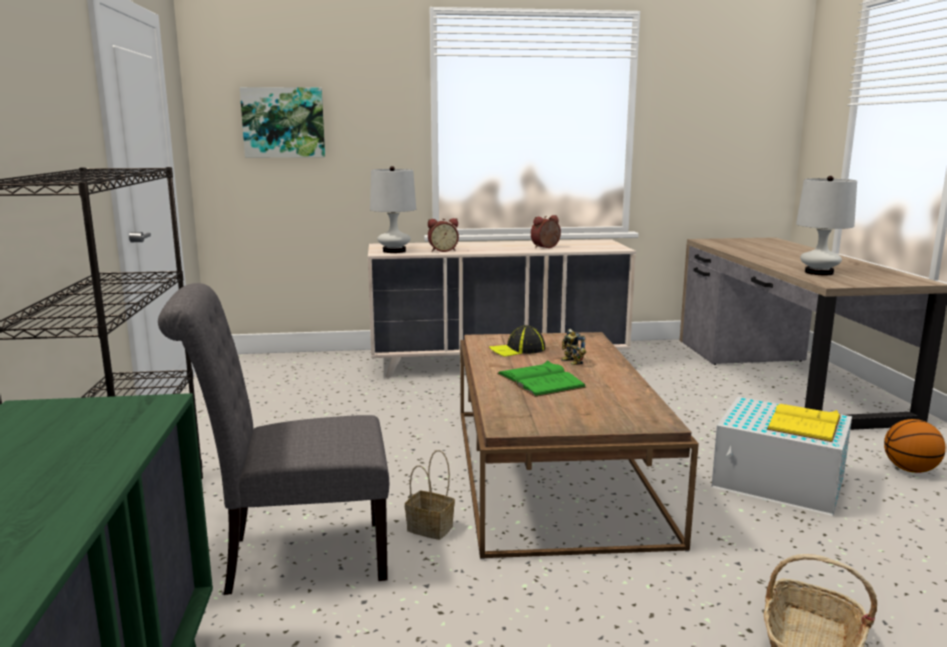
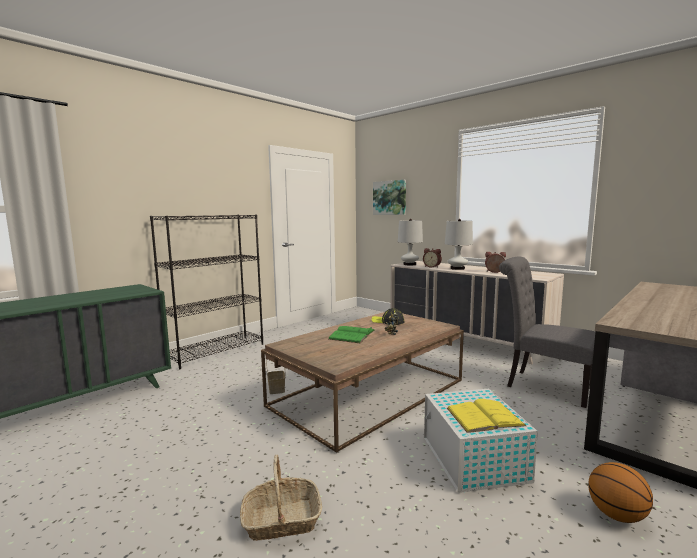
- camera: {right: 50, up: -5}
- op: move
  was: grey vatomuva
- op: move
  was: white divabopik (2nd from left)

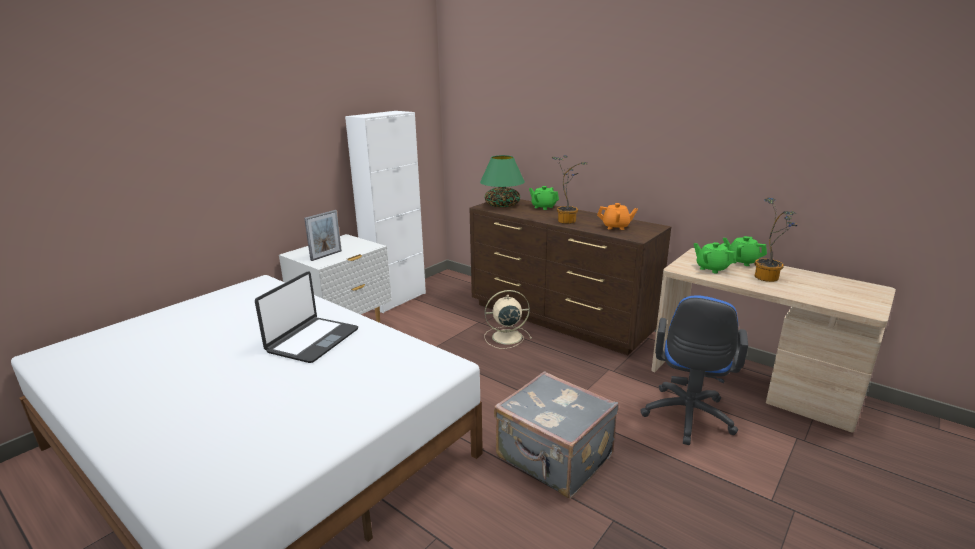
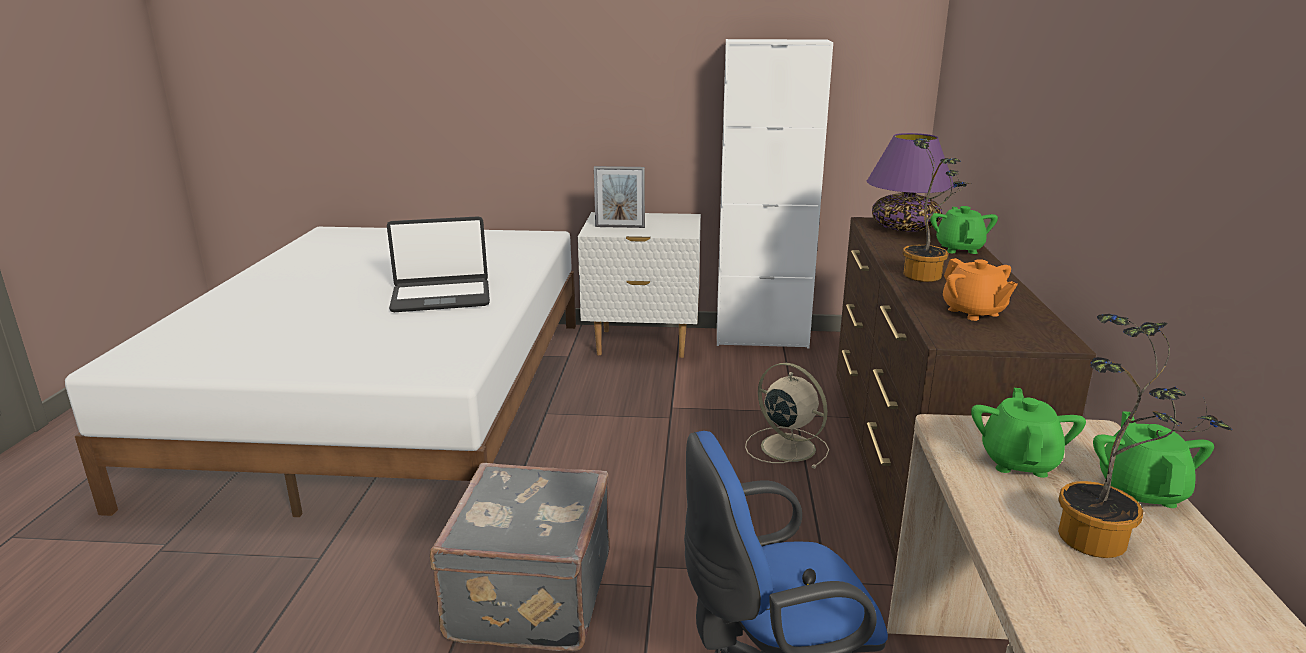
- camera: {right: 55, up: 0}
- op: recolor
  was: green divabopik
  now: purple divabopik

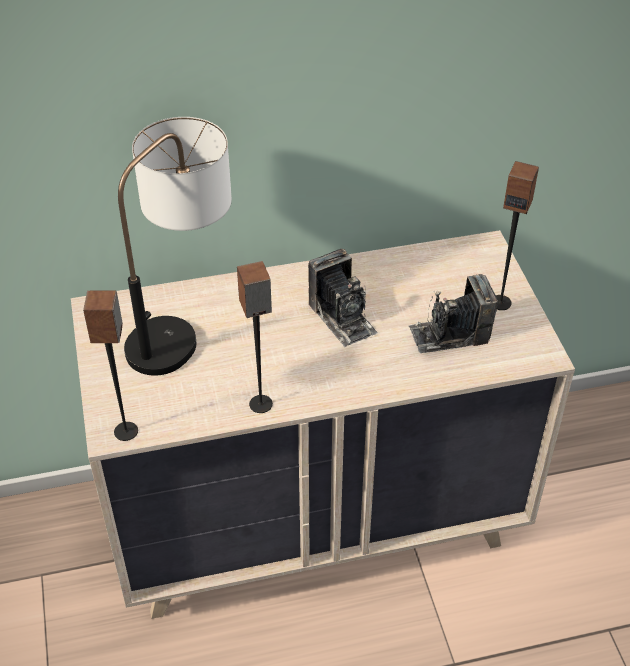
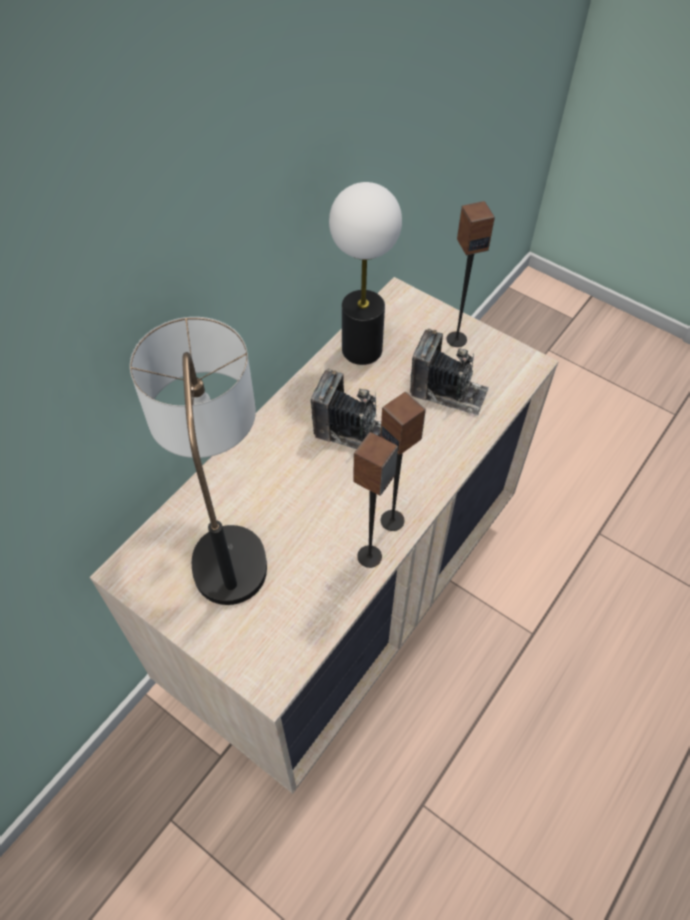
- camera: {right: -40, up: 10}
- op: insert
  now: divabopik (2nd from left)
- op: move
  was: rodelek (1st from left in the first image)
  now: rodelek (2nd from left)
- op: rotate
  was: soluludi (2nd from left)
  clockwise: -105

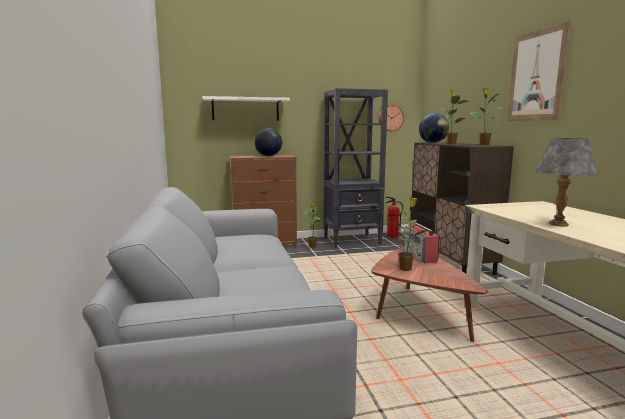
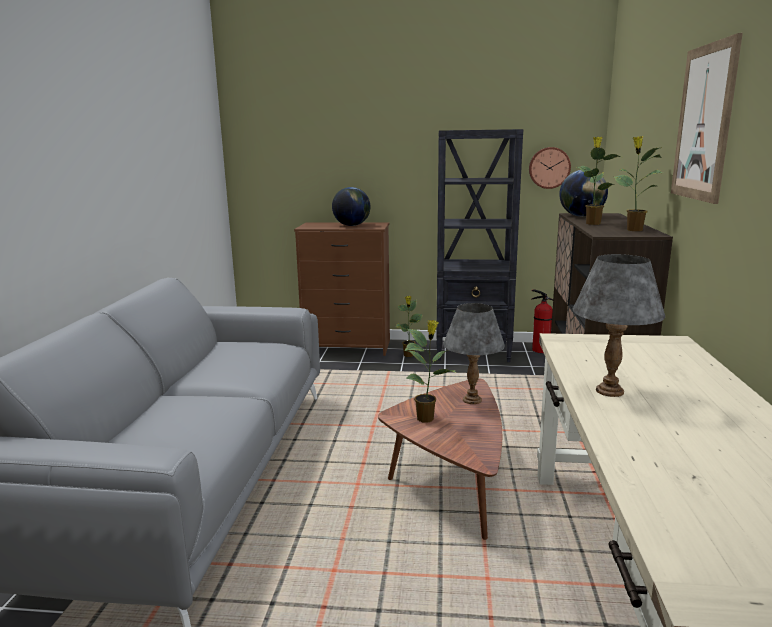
- camera: {right: 20, up: 5}
- op: delete
  was: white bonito
- op: replace
  was: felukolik
  now: grey divabopik (1st from left)

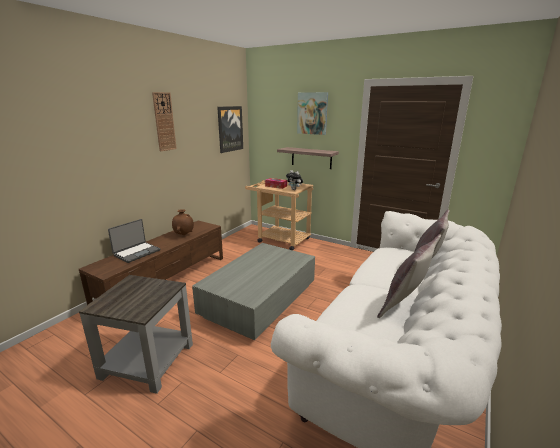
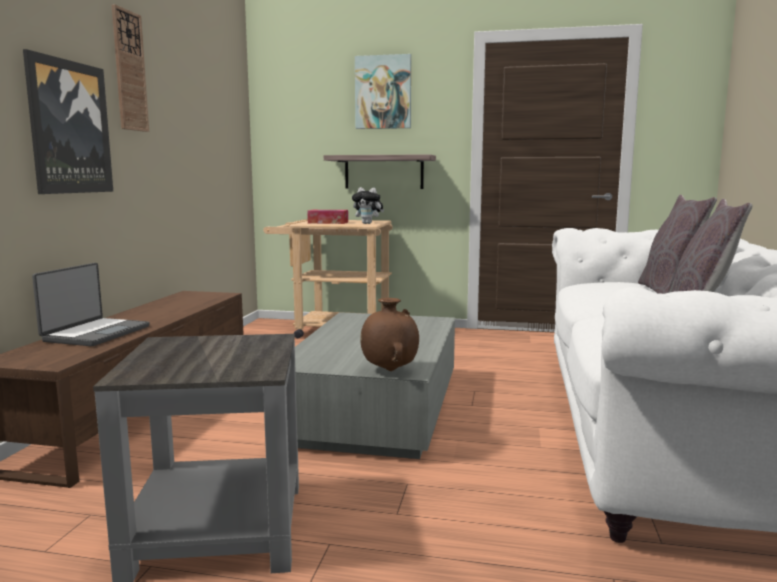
- camera: {right: -20, up: -10}
- op: move
  was: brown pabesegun
- op: move
  was: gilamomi (1st from left)

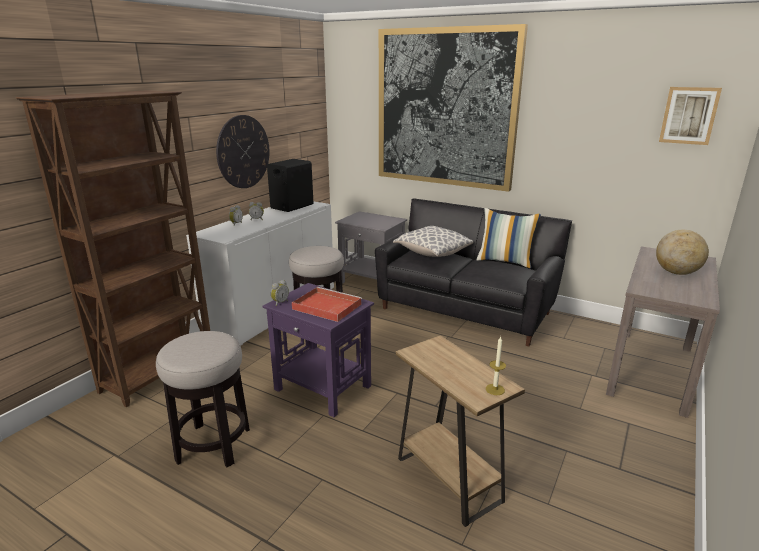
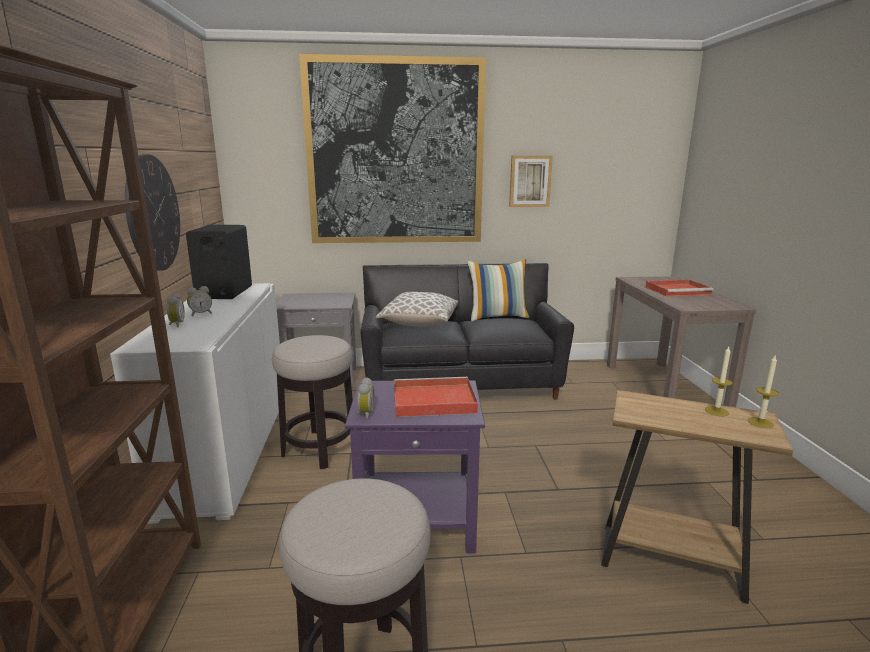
- camera: {right: -35, up: -5}
- op: insert
  now: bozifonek (1st from left)
- op: move
  was: gilamomi (2nd from left)
- op: replace
  was: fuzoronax
  now: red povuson (2nd from left)

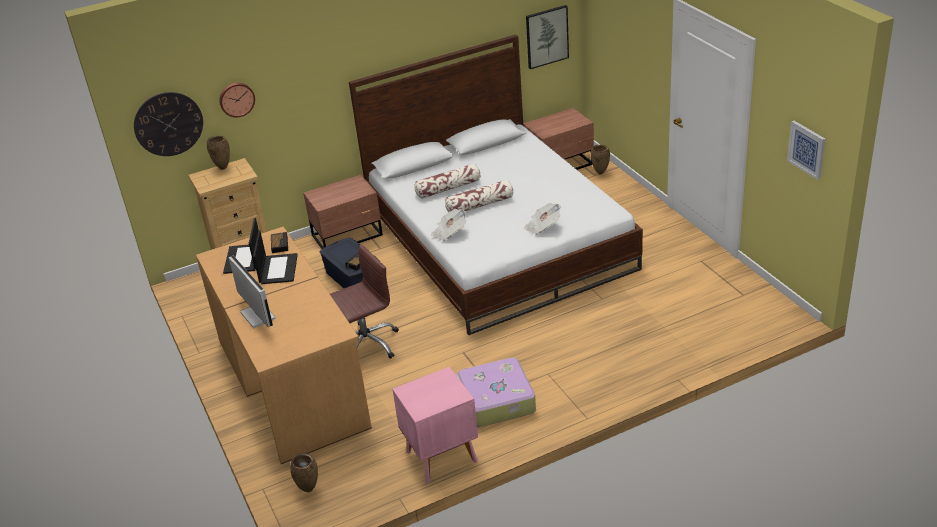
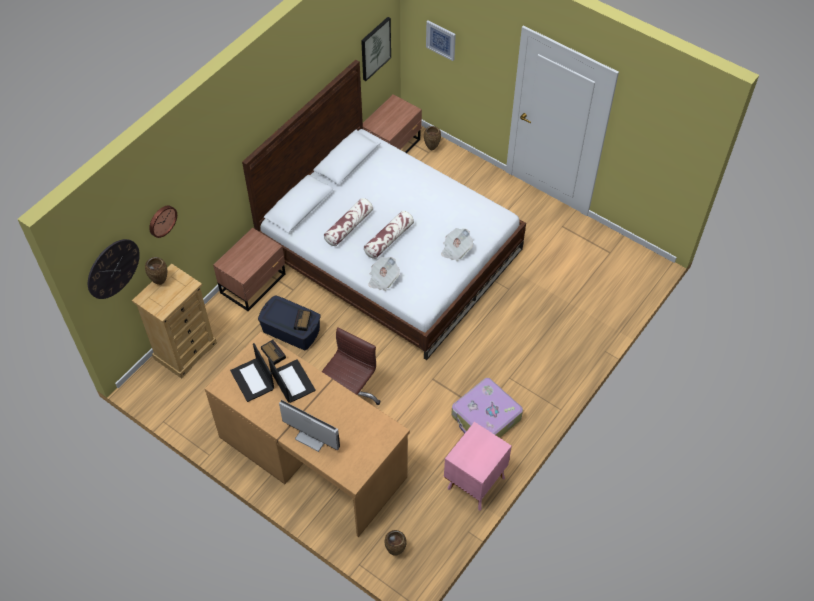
- camera: {right: -30, up: 20}
- op: move
  was: gilamomi (2nd from left)

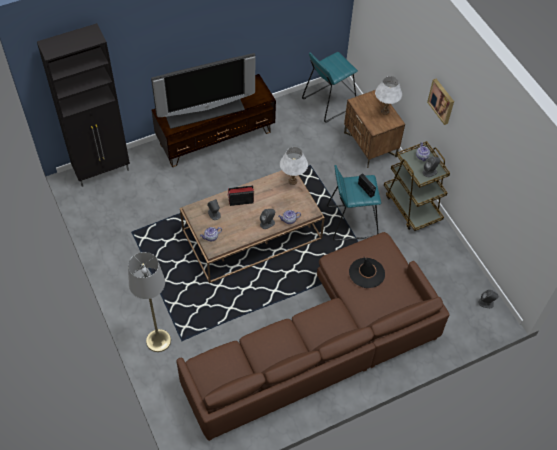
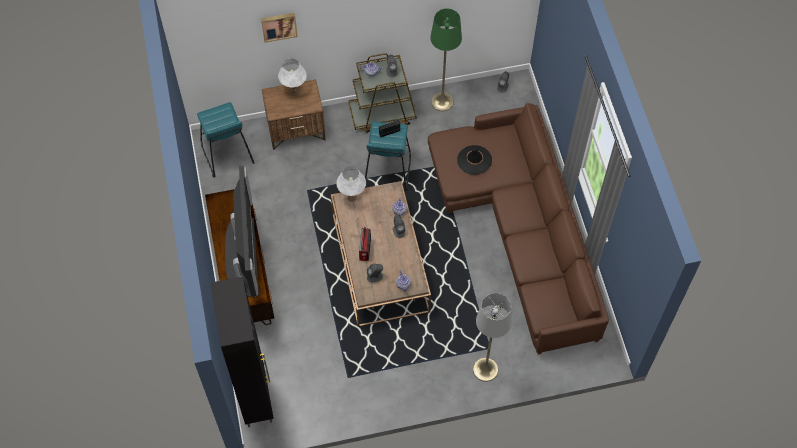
- camera: {right: -75, up: 5}
- op: insert
  now: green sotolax
- op: move
  was: gilamomi

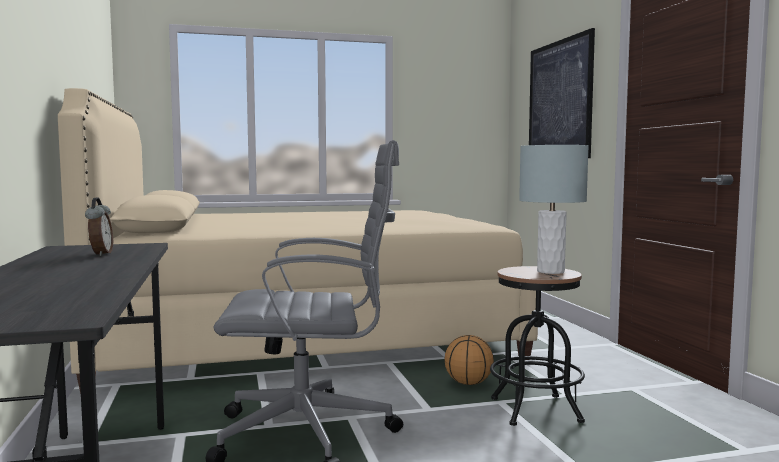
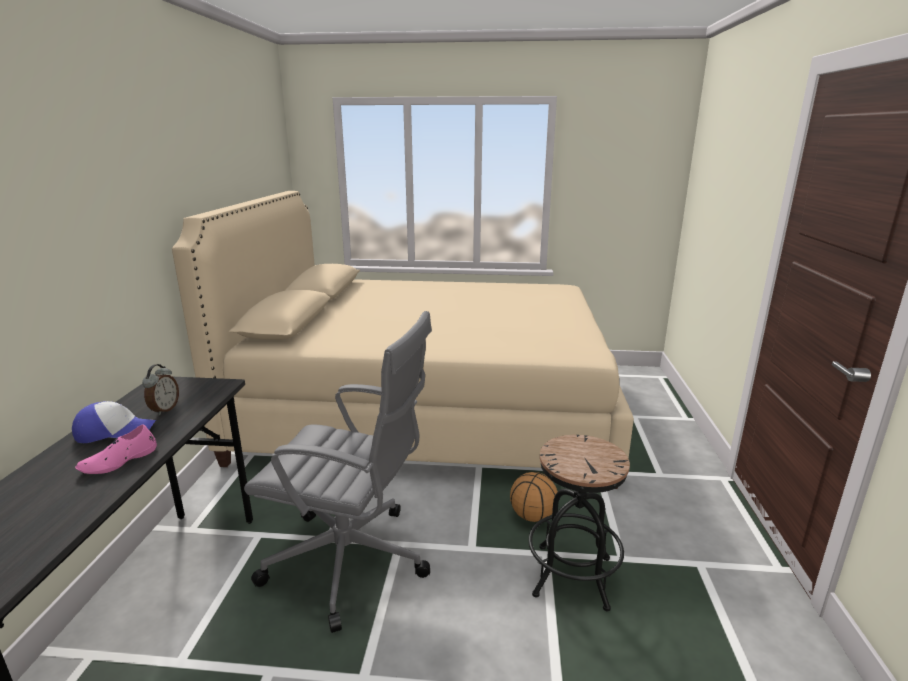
- camera: {right: 20, up: 15}
- op: delete
  was: grey divabopik
- op: delete
  was: gilamomi
- op: insert
  now: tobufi
- op: insert
  now: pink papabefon

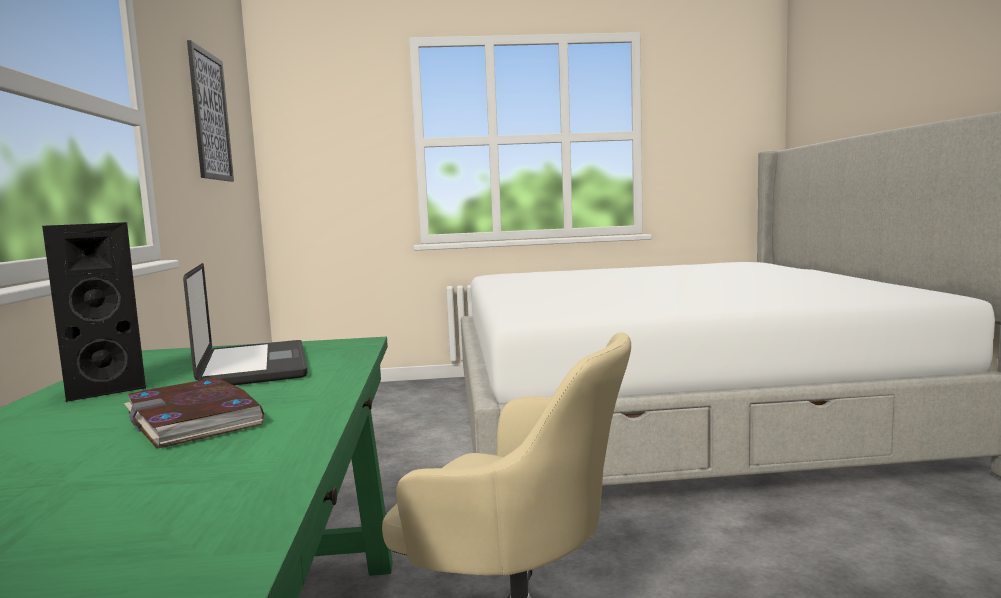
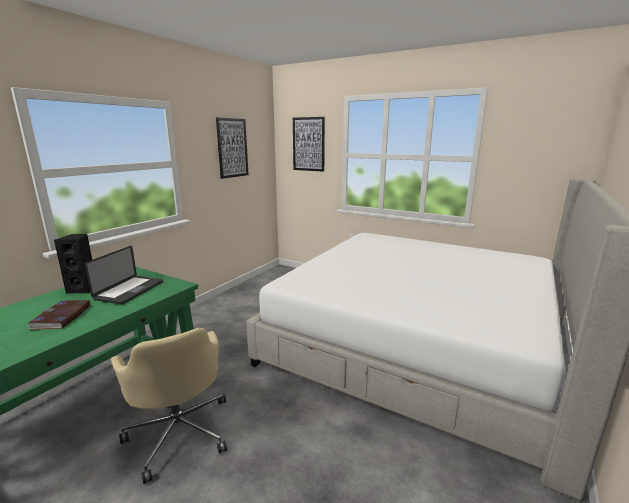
- camera: {right: 35, up: 10}
- op: insert
  now: gilamomi (2nd from left)

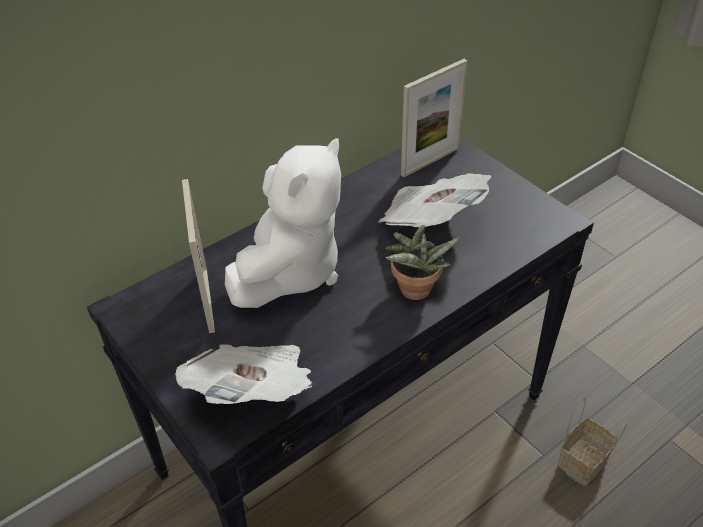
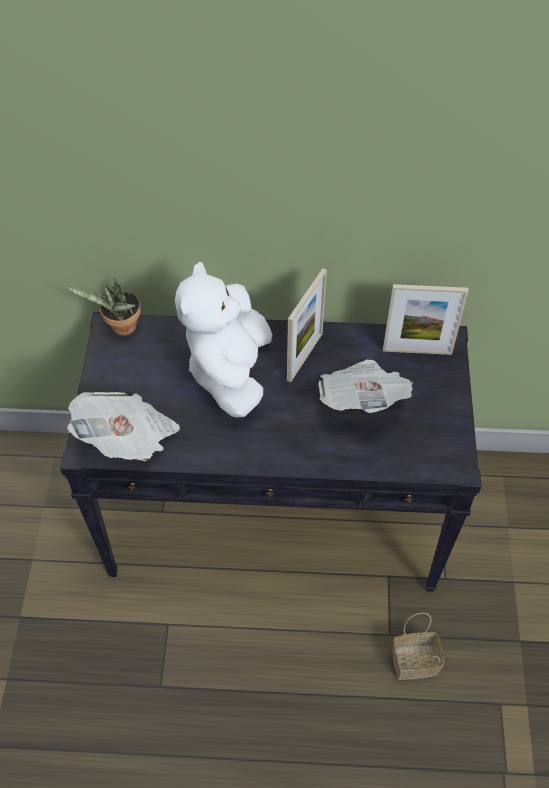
- camera: {right: 40, up: 10}
- op: move
  was: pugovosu (1st from left)
- op: move
  was: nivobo
- op: rotate
  was: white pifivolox
  clockwise: 120

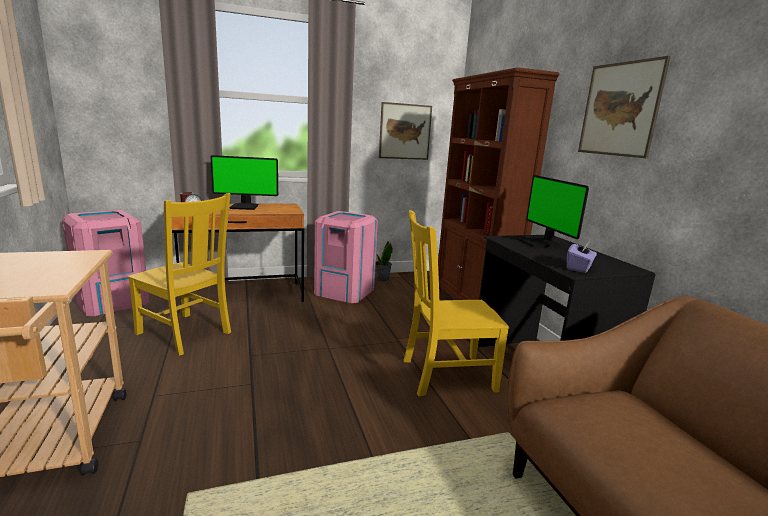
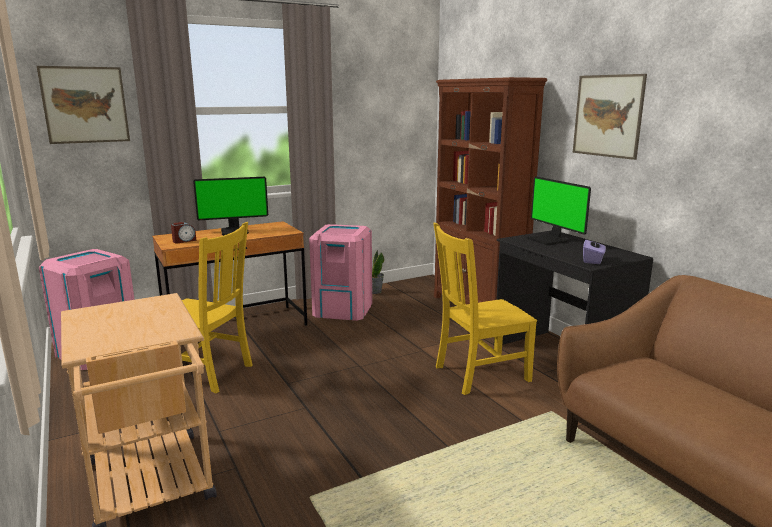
- camera: {right: -10, up: 0}
- op: move
  was: gilamomi (1st from left)

